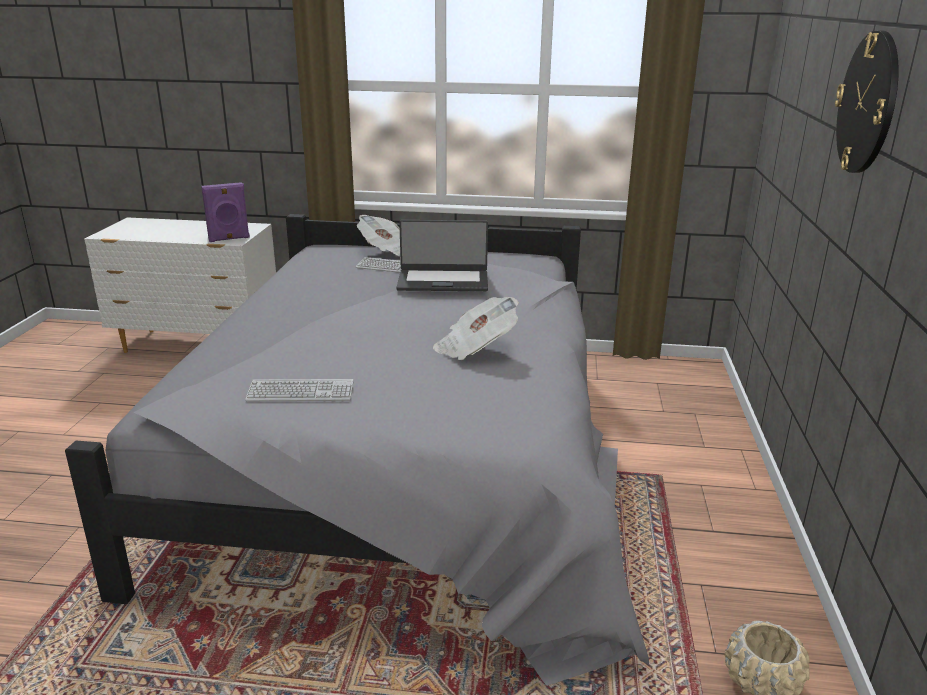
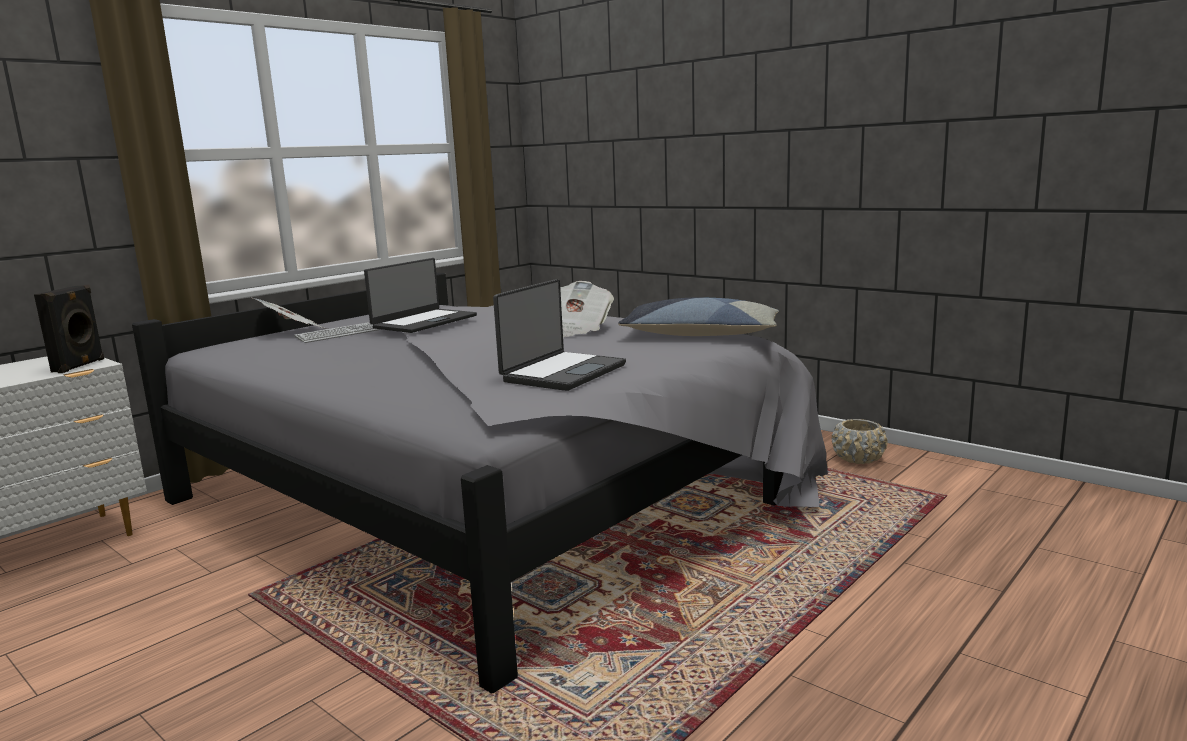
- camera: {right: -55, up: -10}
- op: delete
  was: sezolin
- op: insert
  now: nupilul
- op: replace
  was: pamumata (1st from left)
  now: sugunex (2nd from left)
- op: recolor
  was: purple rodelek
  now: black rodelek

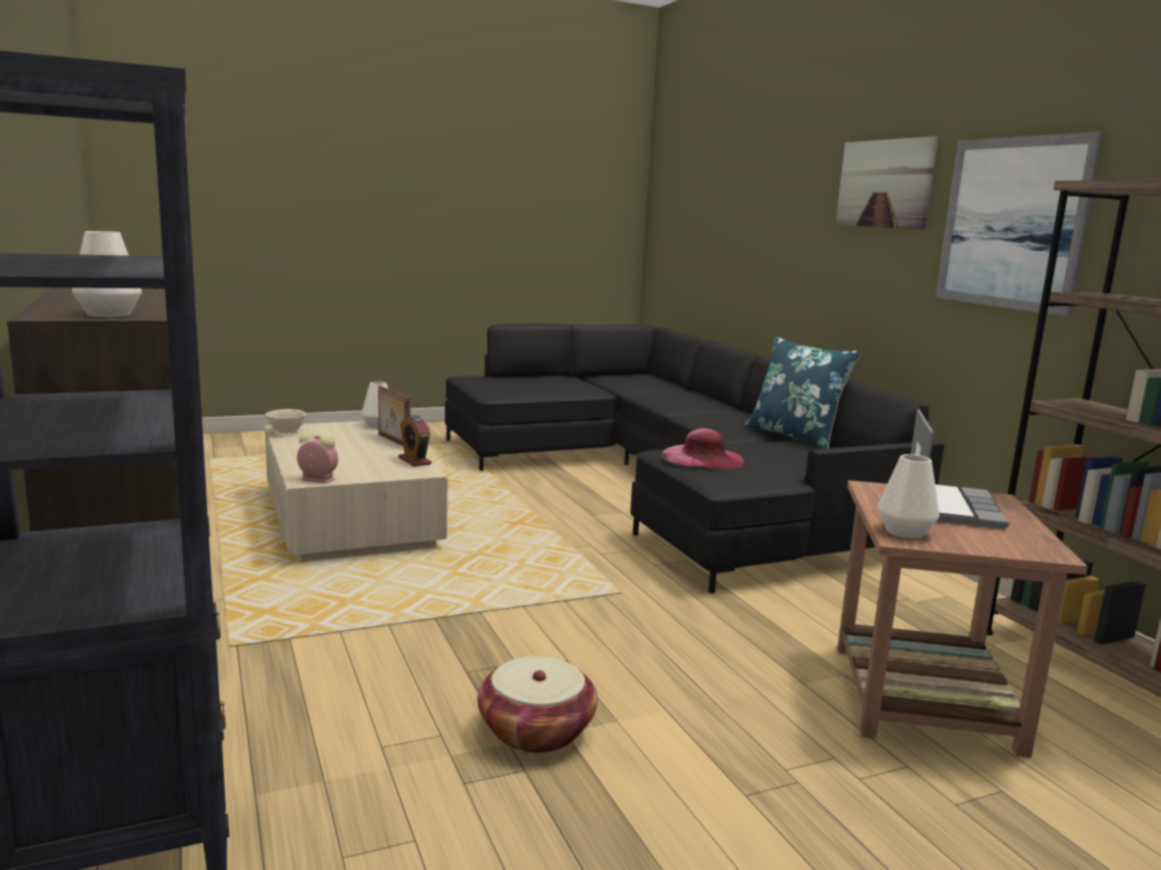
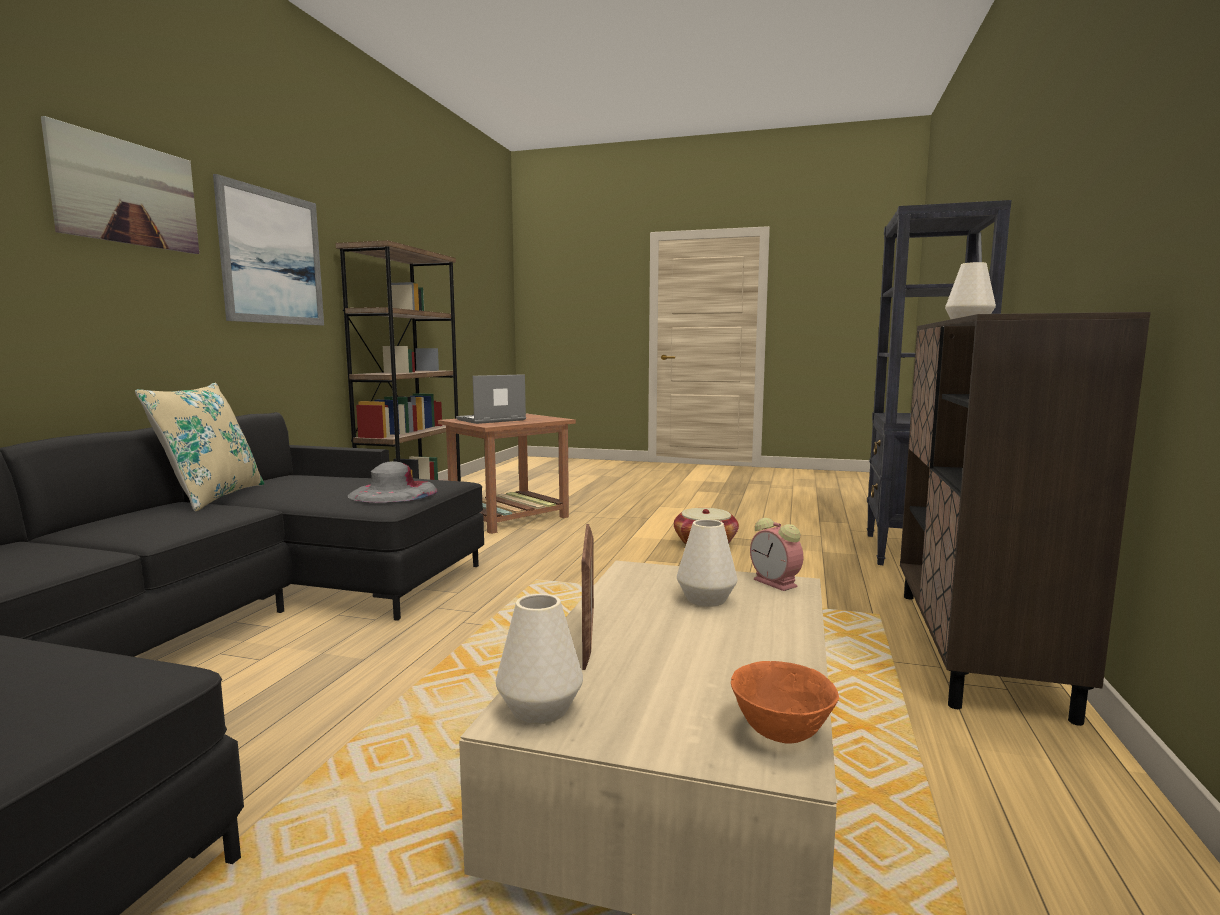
- camera: {right: -140, up: -5}
- op: delete
  was: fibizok (2nd from left)
- op: move
  was: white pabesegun (3rd from left in the first image)
  now: white pabesegun (2nd from left)
- op: recolor
  was: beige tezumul
  now: orange tezumul
- op: recolor
  was: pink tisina
  now: grey tisina
- op: recolor
  was: blue nupilul
  now: beige nupilul

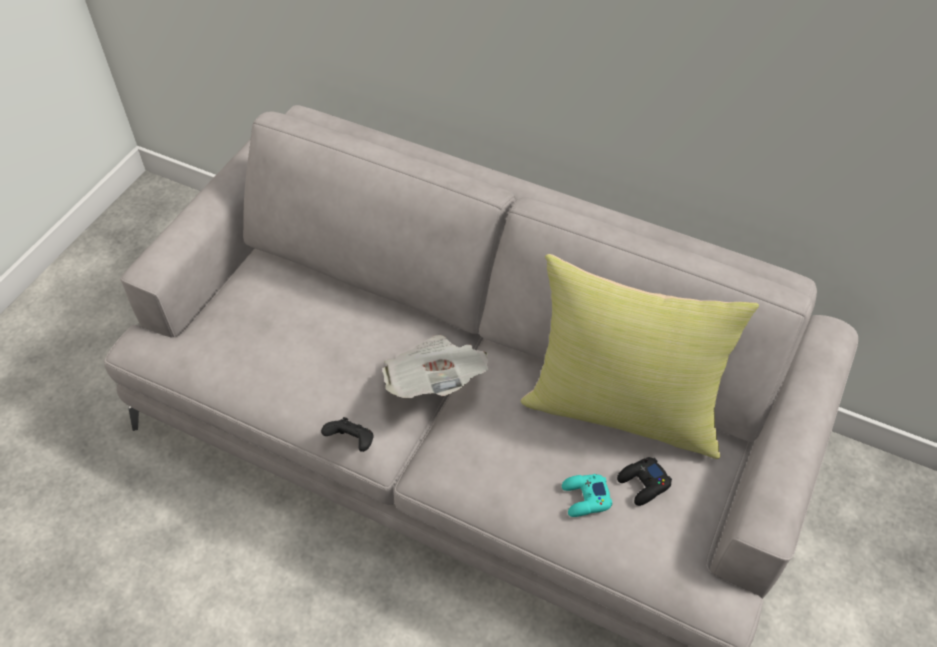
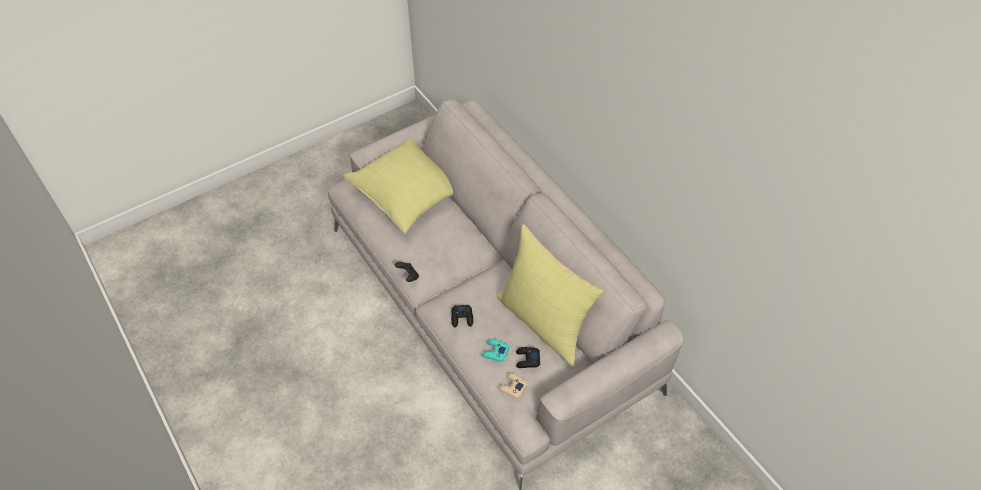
- camera: {right: 30, up: 0}
- op: delete
  was: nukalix
- op: insert
  now: yellow nupilul (1st from left)
- op: insert
  now: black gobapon (2nd from left)
- op: insert
  now: beige gobapon

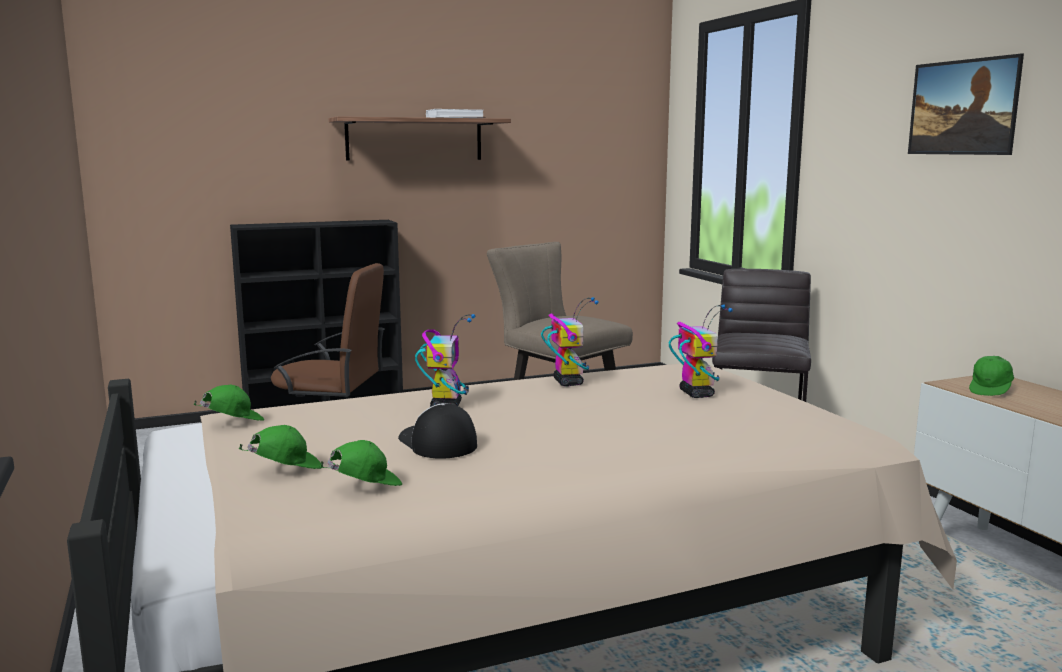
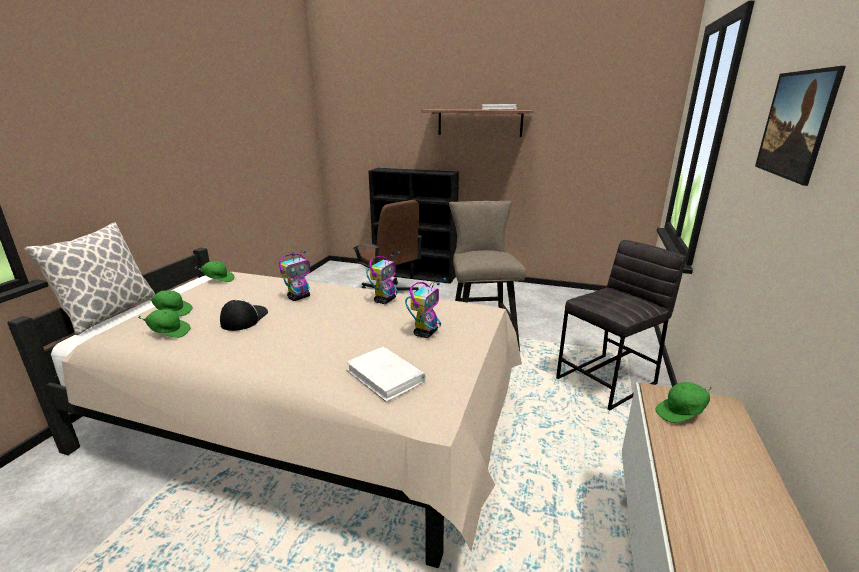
- camera: {right: 40, up: 10}
- op: insert
  now: nupilul
- op: insert
  now: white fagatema (1st from left)

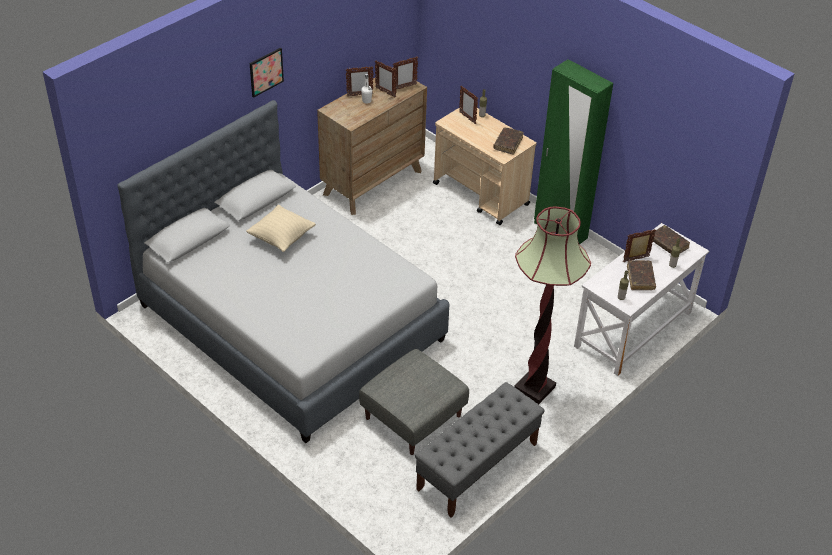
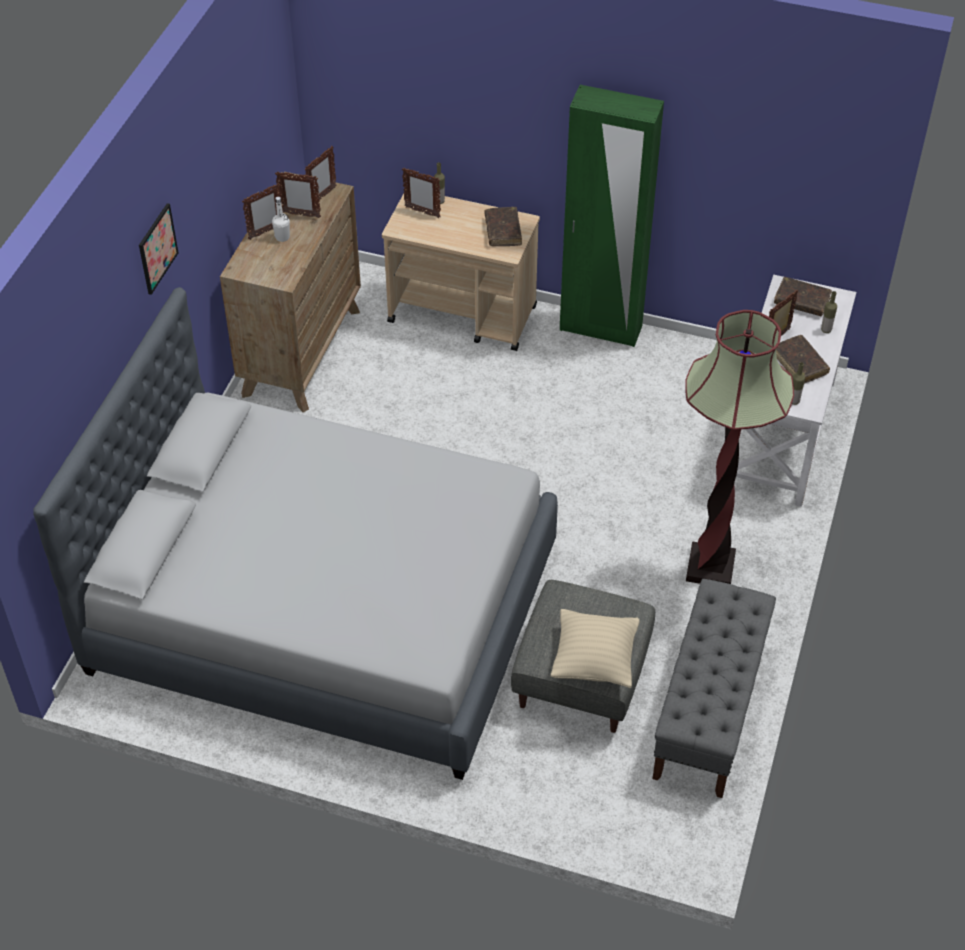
- camera: {right: -25, up: 5}
- op: move
  was: beige nupilul

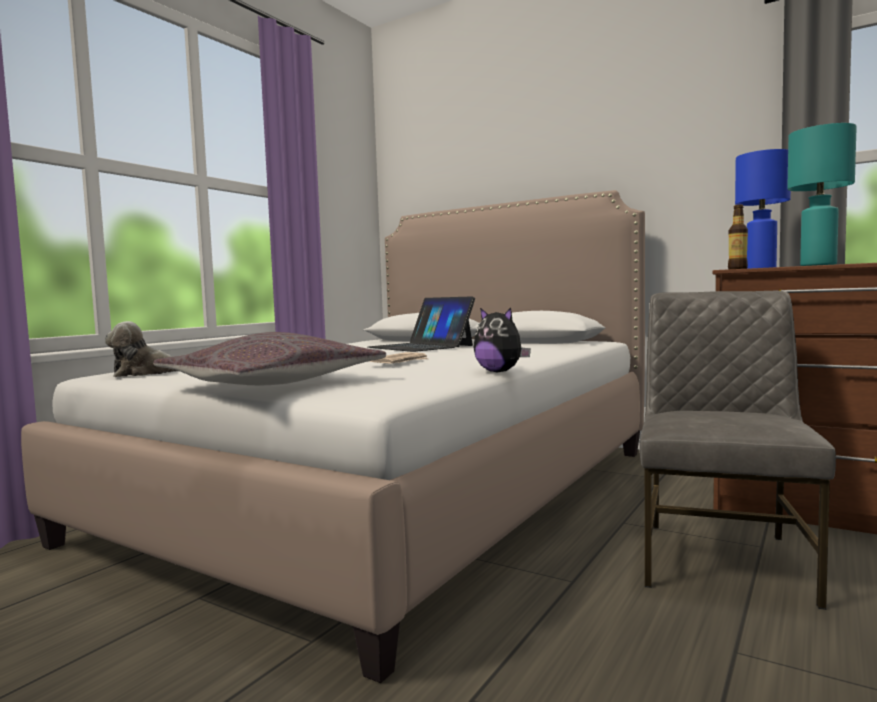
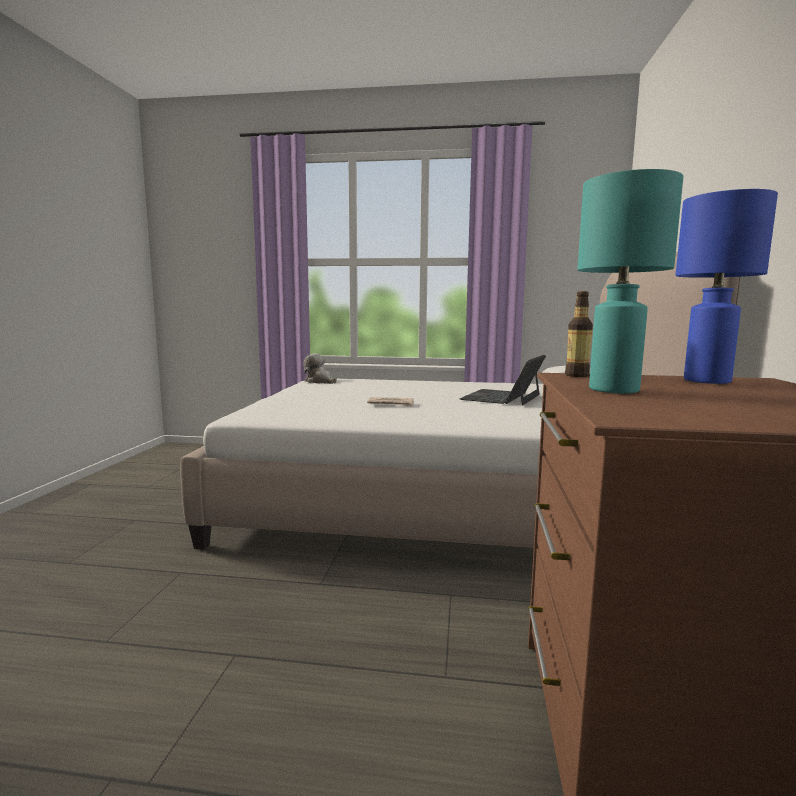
- camera: {right: 65, up: 5}
- op: delete
  was: grey nupilul
- op: delete
  was: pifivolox (2nd from left)
- op: delete
  was: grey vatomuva

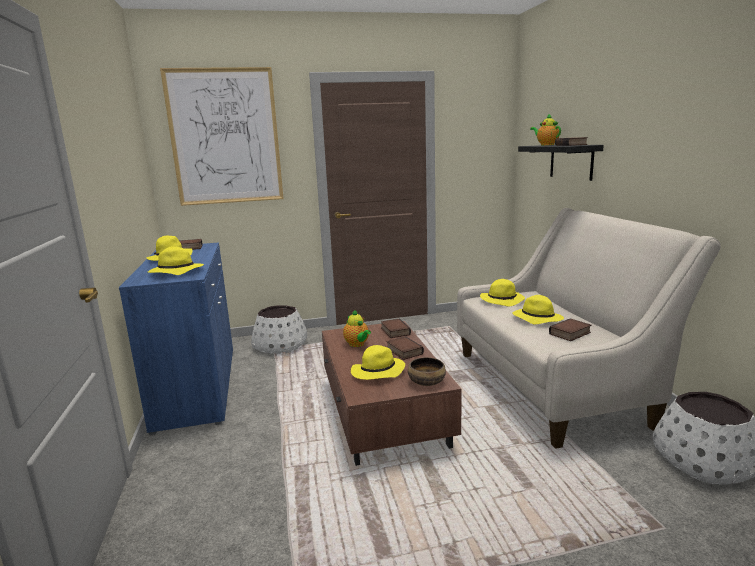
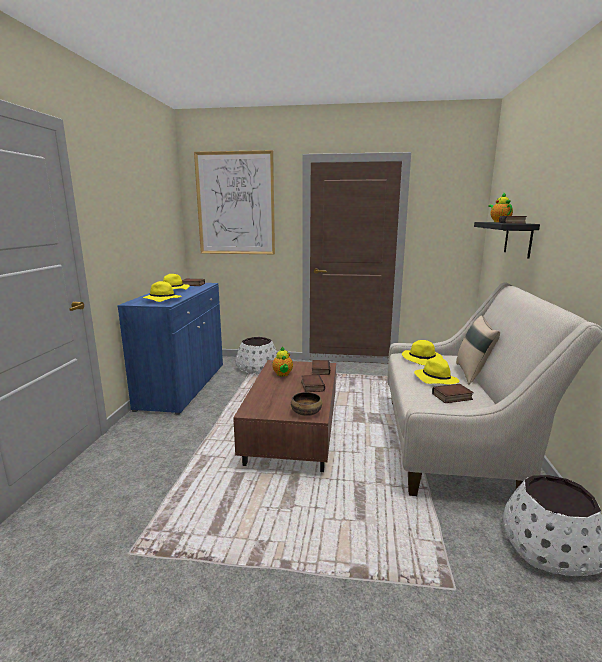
- camera: {right: 20, up: 0}
- op: delete
  was: yellow tisina (3rd from left)
- op: insert
  now: beige nupilul

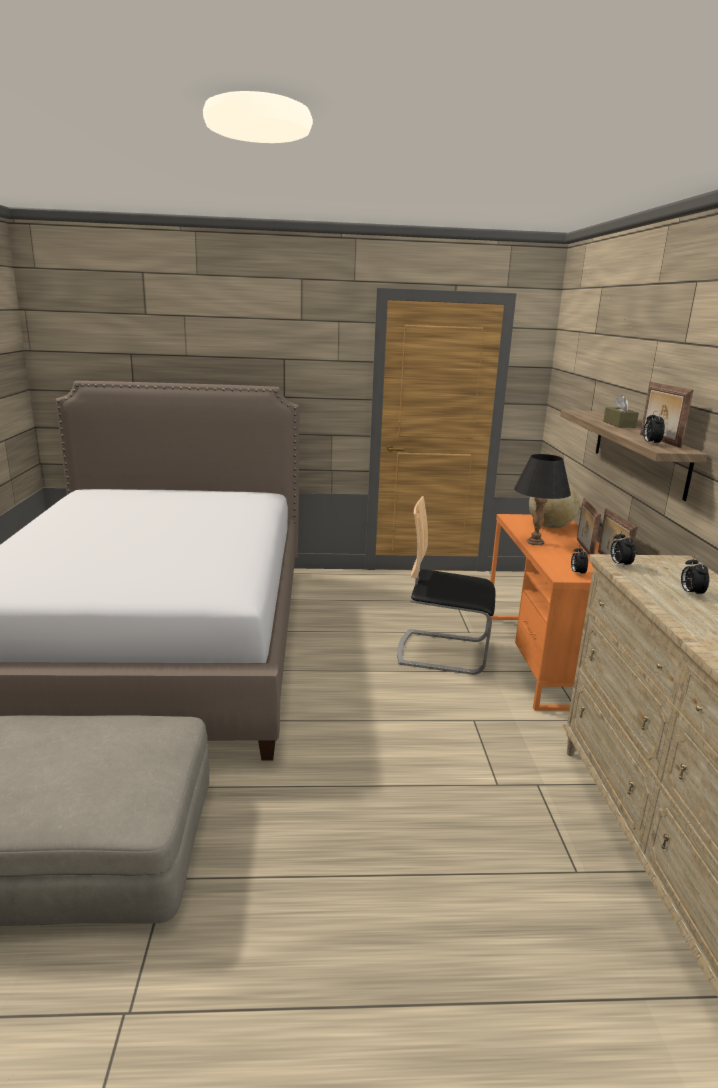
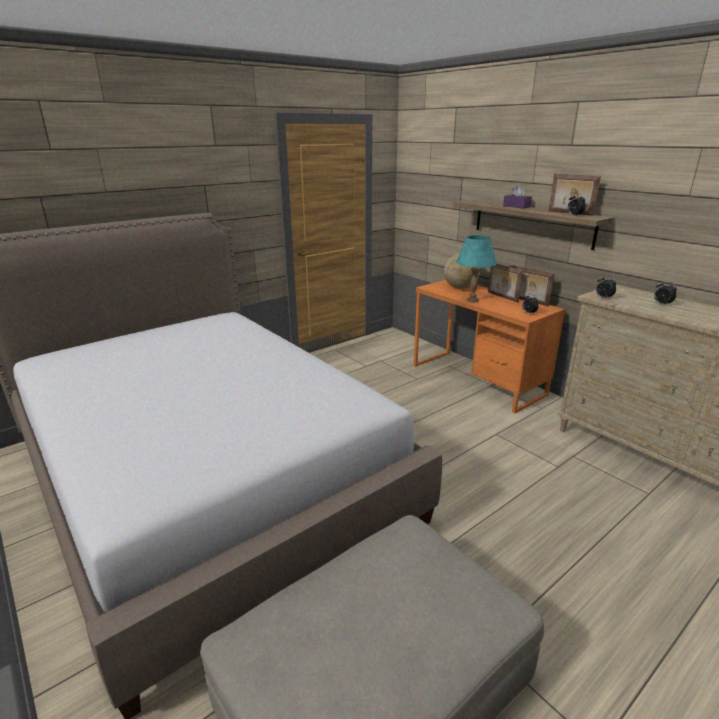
- camera: {right: -35, up: 5}
- op: delete
  was: vatomuva
- op: recolor
  was: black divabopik
  now: turquoise divabopik
- op: recolor
  was: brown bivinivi
  now: purple bivinivi

